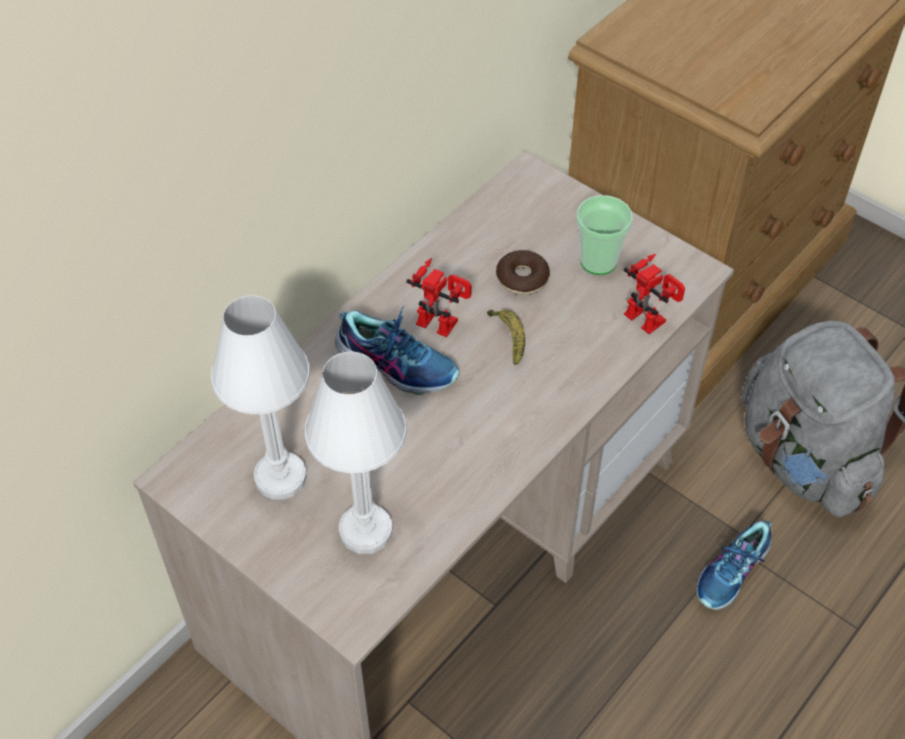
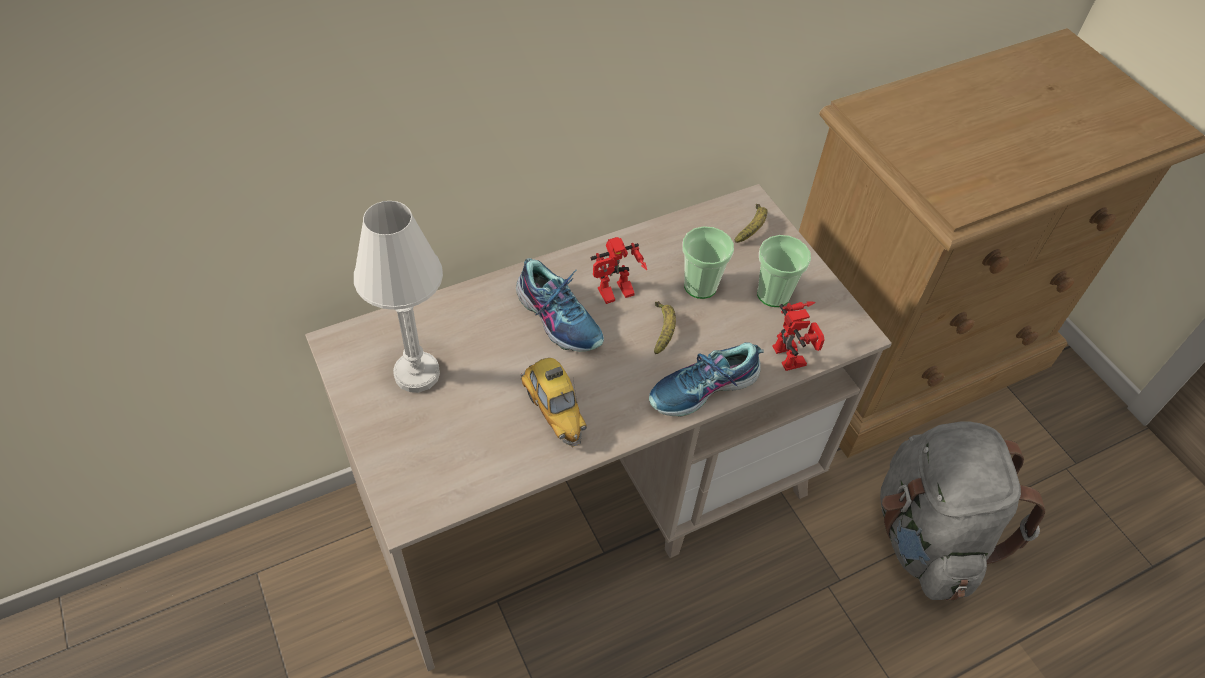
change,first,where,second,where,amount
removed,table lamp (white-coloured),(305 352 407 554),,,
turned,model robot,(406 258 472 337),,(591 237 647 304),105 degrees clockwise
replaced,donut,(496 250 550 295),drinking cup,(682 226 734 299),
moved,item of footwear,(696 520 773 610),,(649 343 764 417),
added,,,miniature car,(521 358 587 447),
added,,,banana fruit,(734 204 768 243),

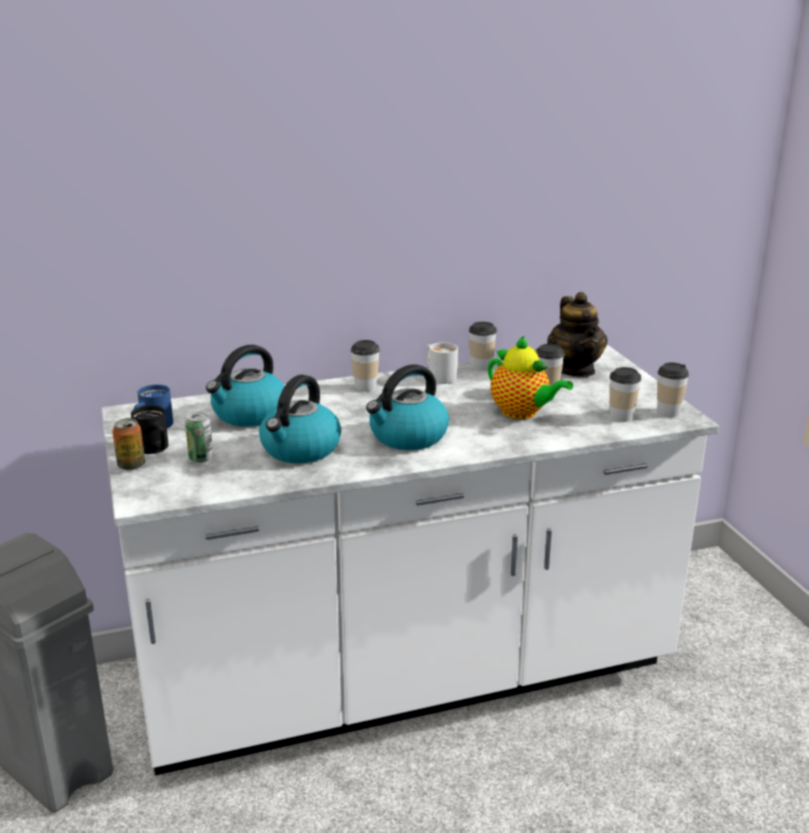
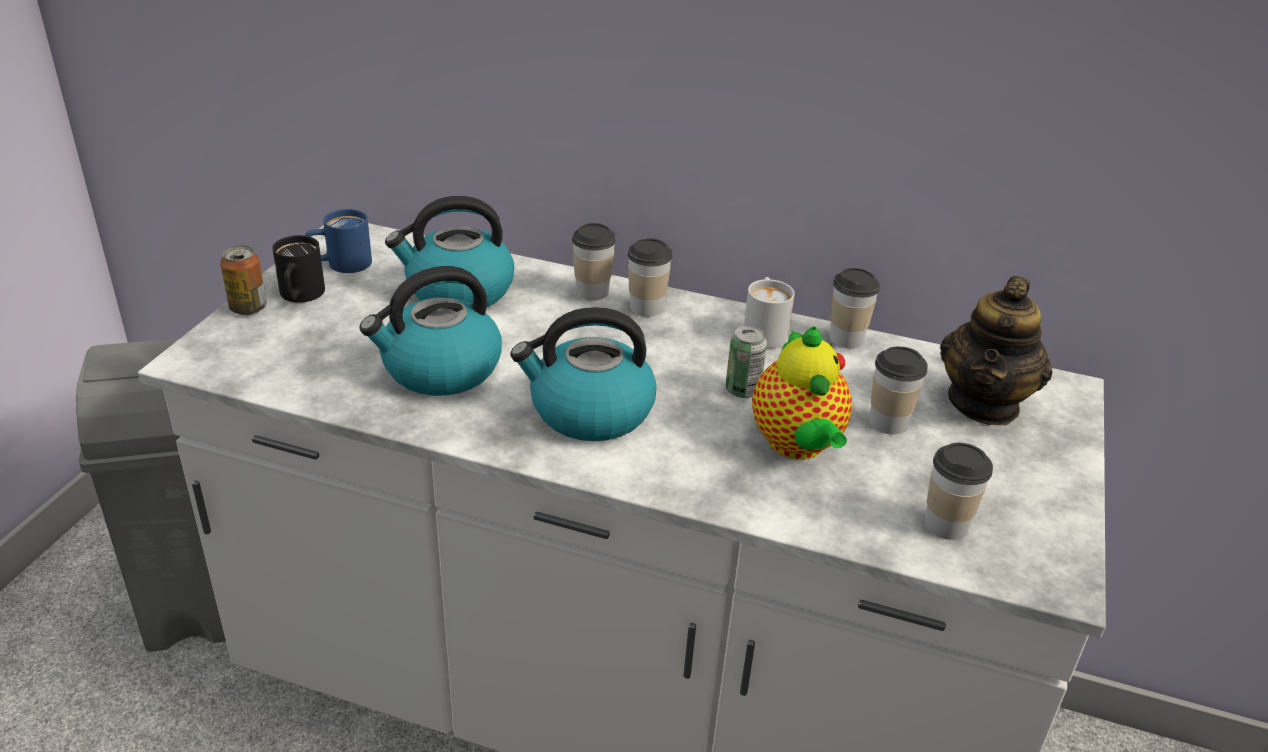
change,first,where,second,where,amount
moved,sealed can,(185 412 213 463),,(726 326 767 398),
moved,drinking cup,(657 363 689 417),,(572 223 616 301),

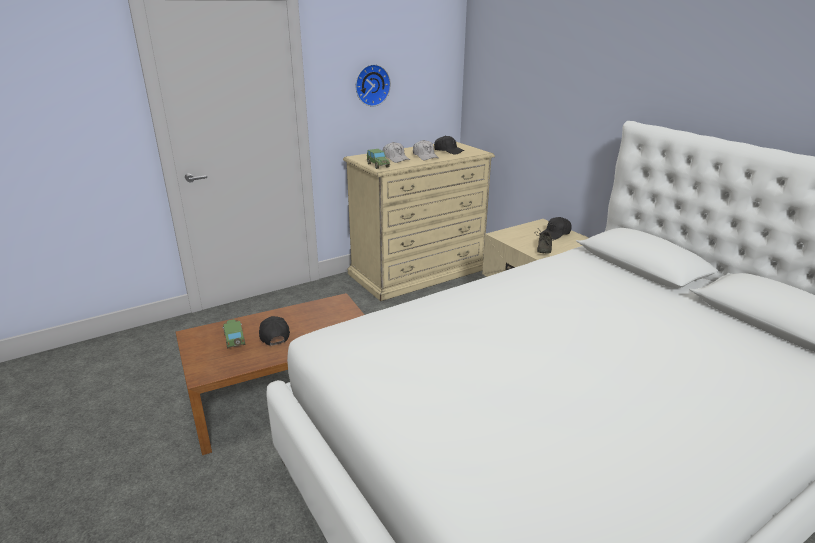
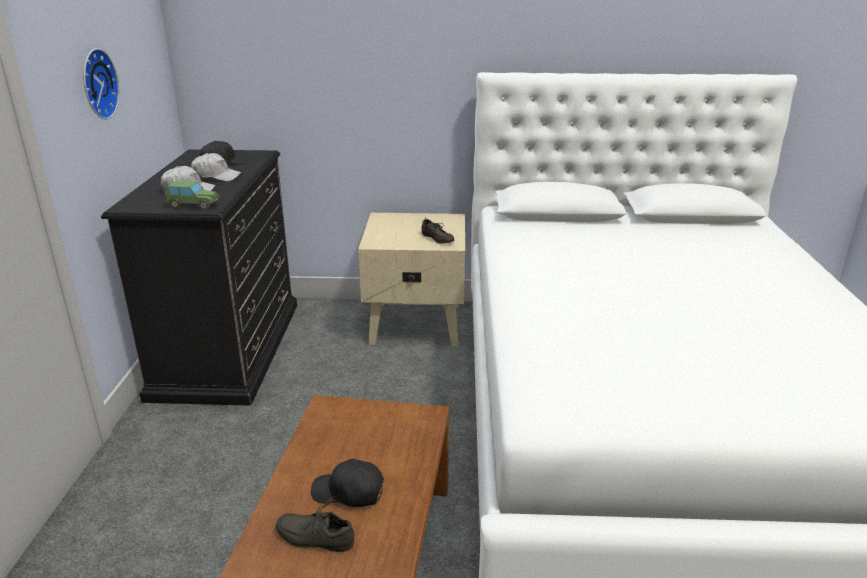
change,first,where,second,where,amount
replaced,miniature car,(222 319 245 349),item of footwear (gray),(275 496 355 552),
recoloured,chest of drawers (beige-coloured),(343 142 495 301),chest of drawers (black-coloured),(101 150 297 406),
removed,peaked cap (black-coloured),(539 217 571 240),,,

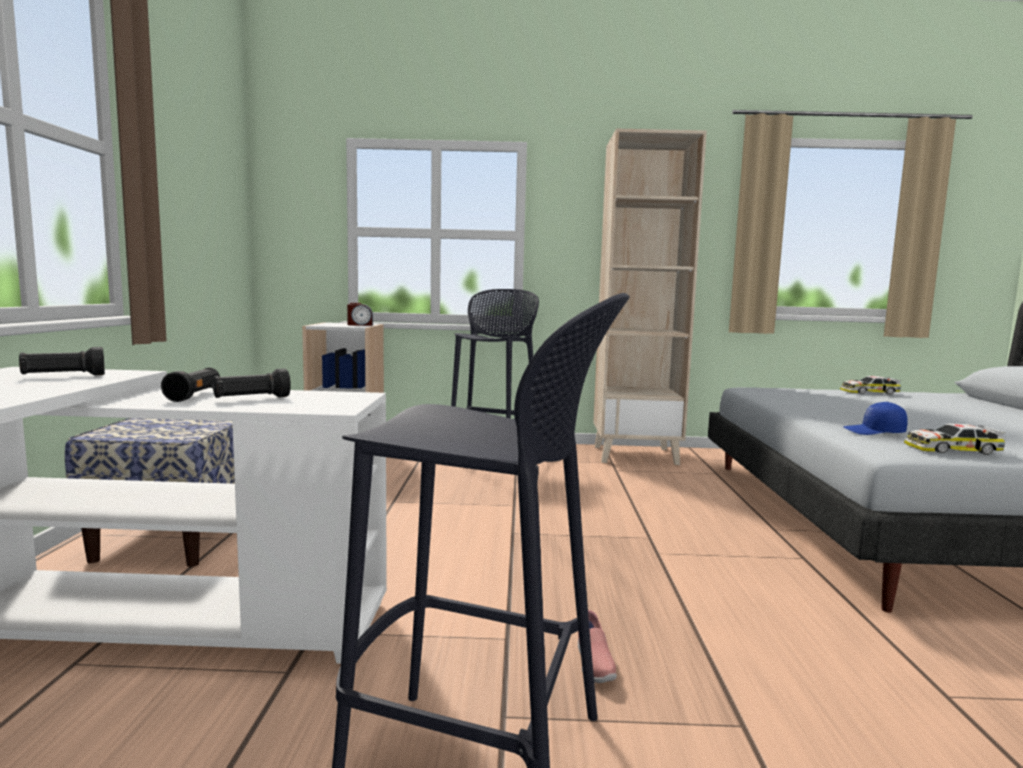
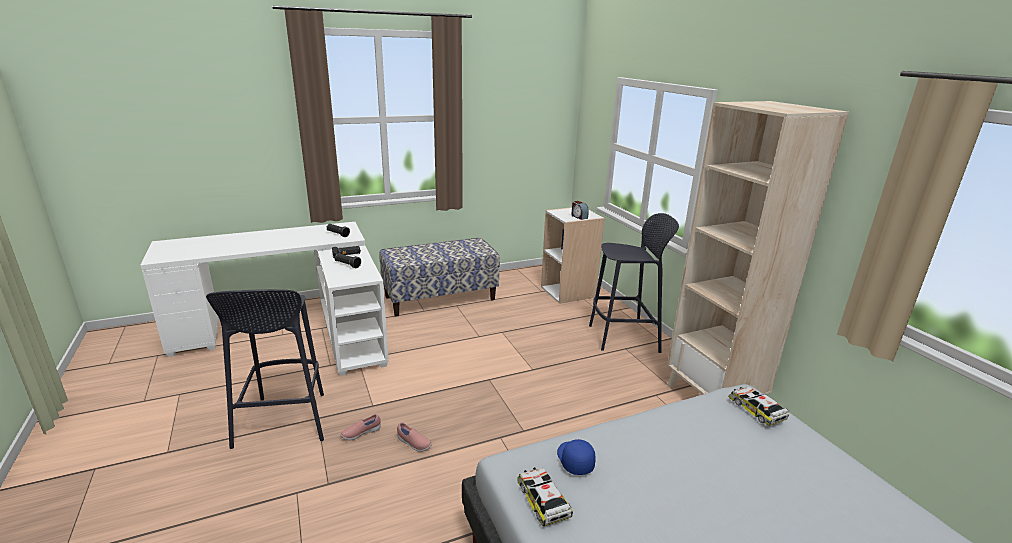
change,first,where,second,where,amount
moved,miniature car,(840 376 901 395),,(729 387 789 426),
added,,,item of footwear (pinkish),(397 422 432 452),

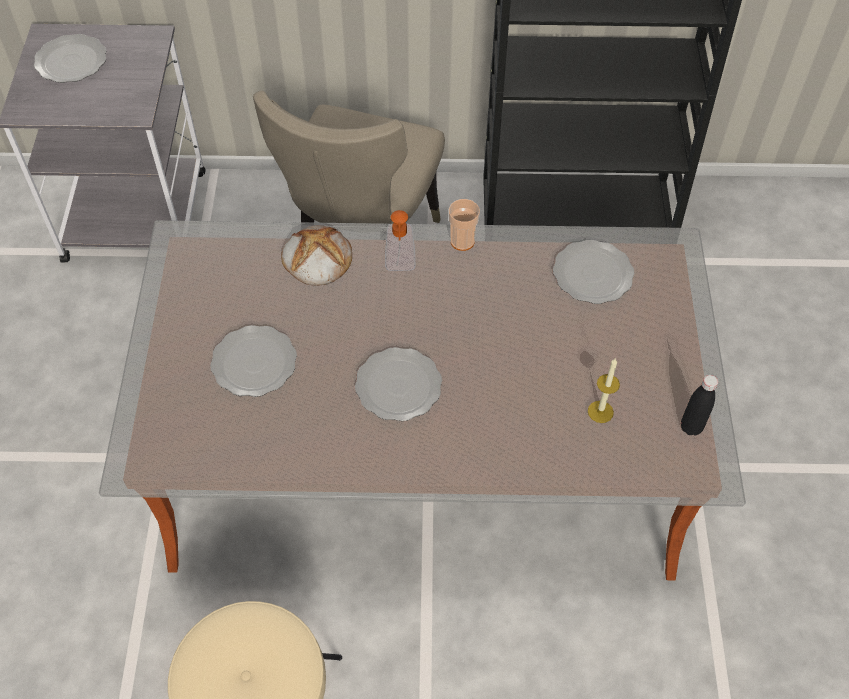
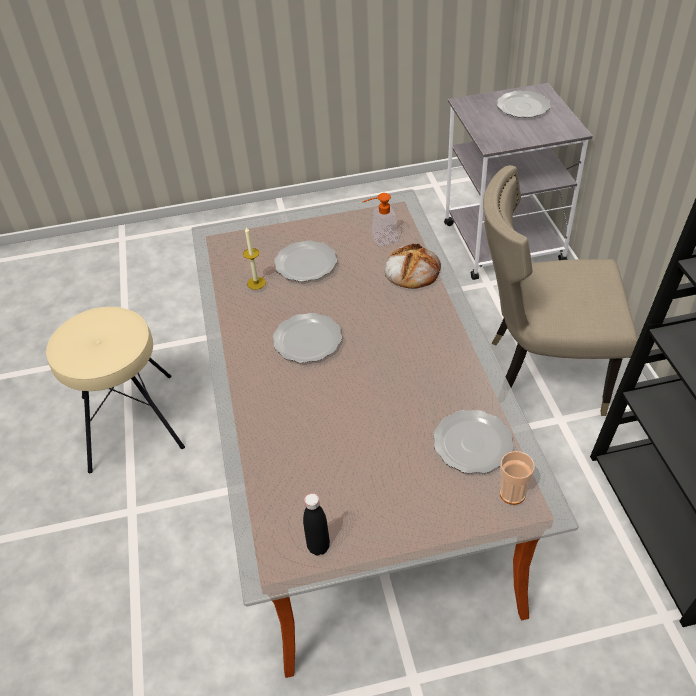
change,first,where,second,where,amount
moved,soap bottle,(385 210 415 271),,(362 193 398 246),
moved,drinking cup,(449 199 480 251),,(500 451 535 505),
moved,wax light,(588 358 620 423),,(243 227 266 290),

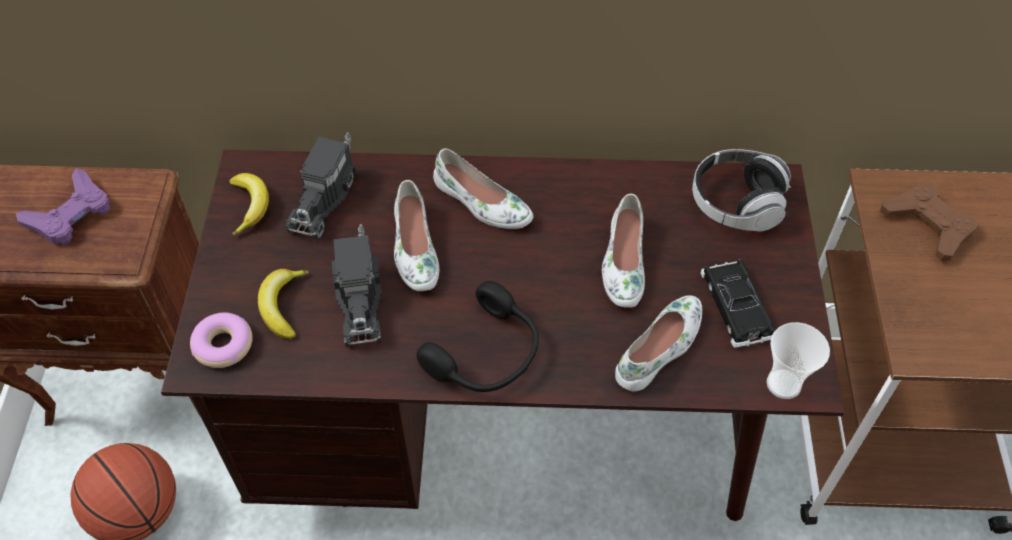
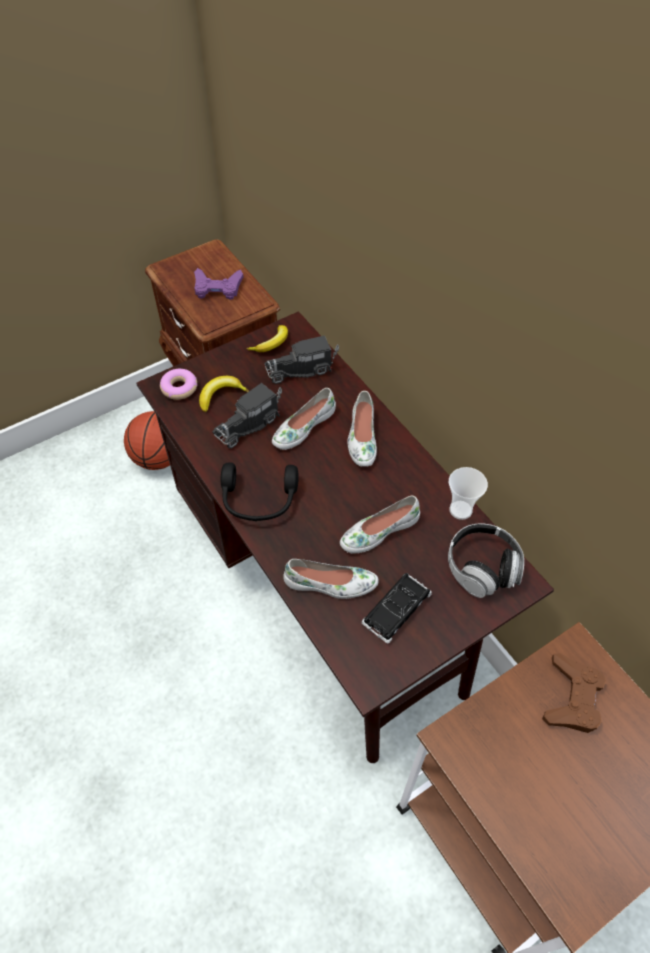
change,first,where,second,where,amount
moved,drinking cup,(767 322 830 399),,(449 467 488 520),

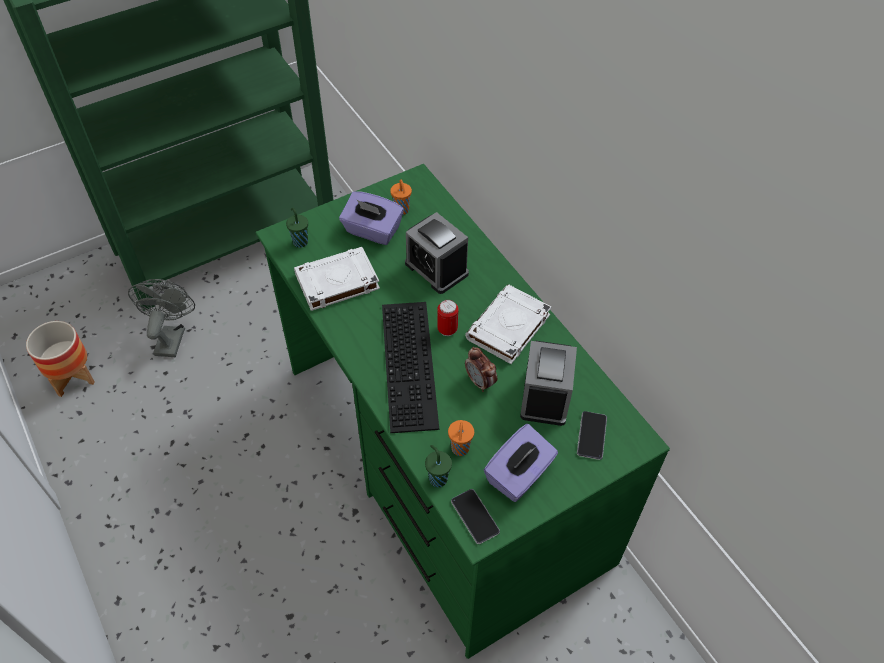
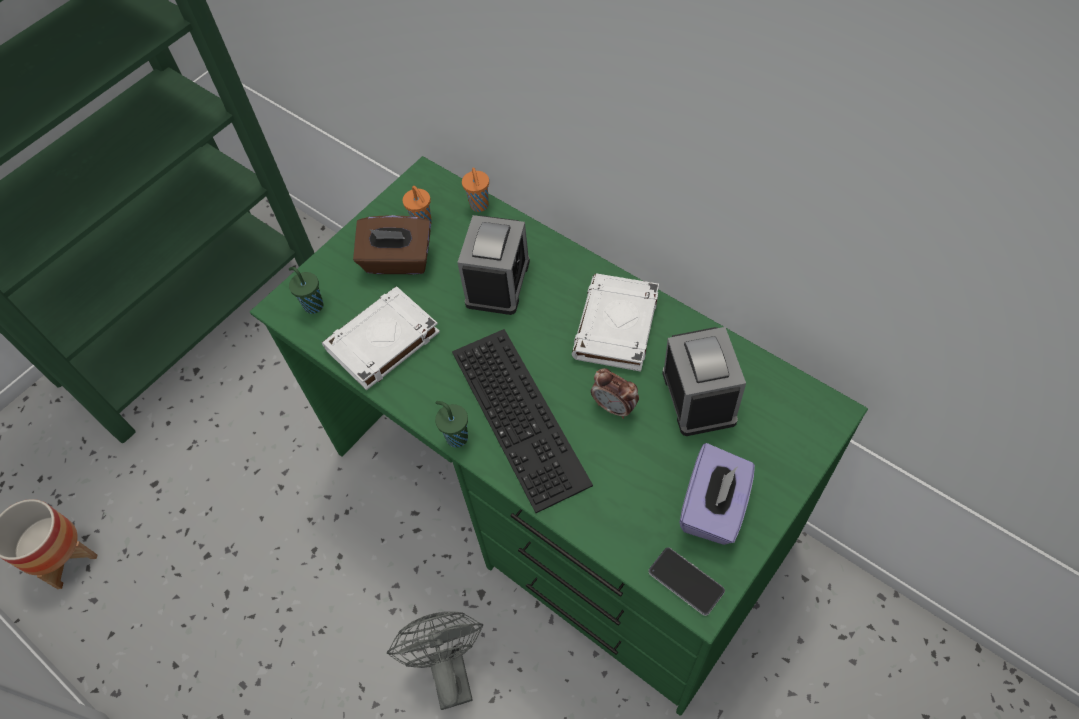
change,first,where,second,where,amount
moved,fan (gray),(128 279 195 357),,(387 611 483 710),
recoloured,tissue holder (purple),(339 191 404 245),tissue holder (brown),(353 215 431 274),
turned,table clock,(405 212 469 294),,(457 215 530 315),105 degrees counterclockwise
moved,drinking cup (greenish),(425 445 452 487),,(435 401 468 447),
removed,sealed can,(437 300 458 336),,,
moved,drinking cup (orangey),(448 420 474 456),,(462 168 489 212),
removed,telephone,(577 411 607 460),,,

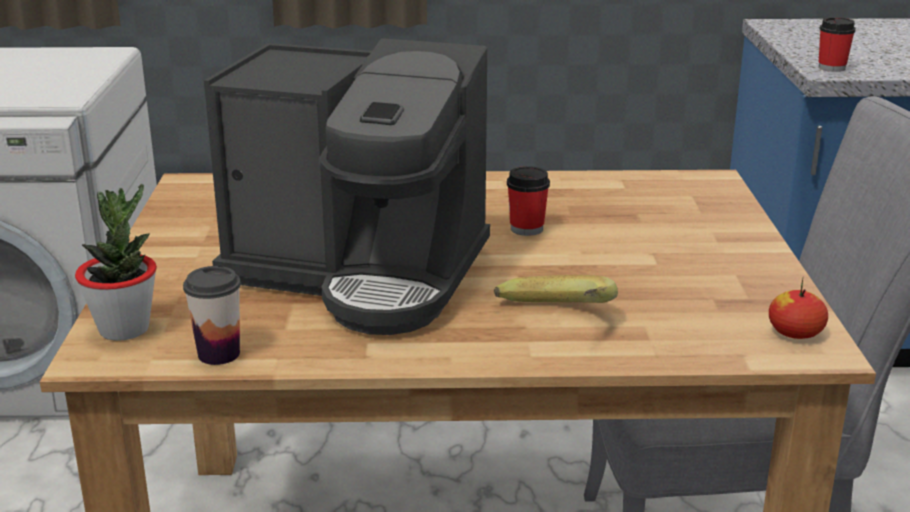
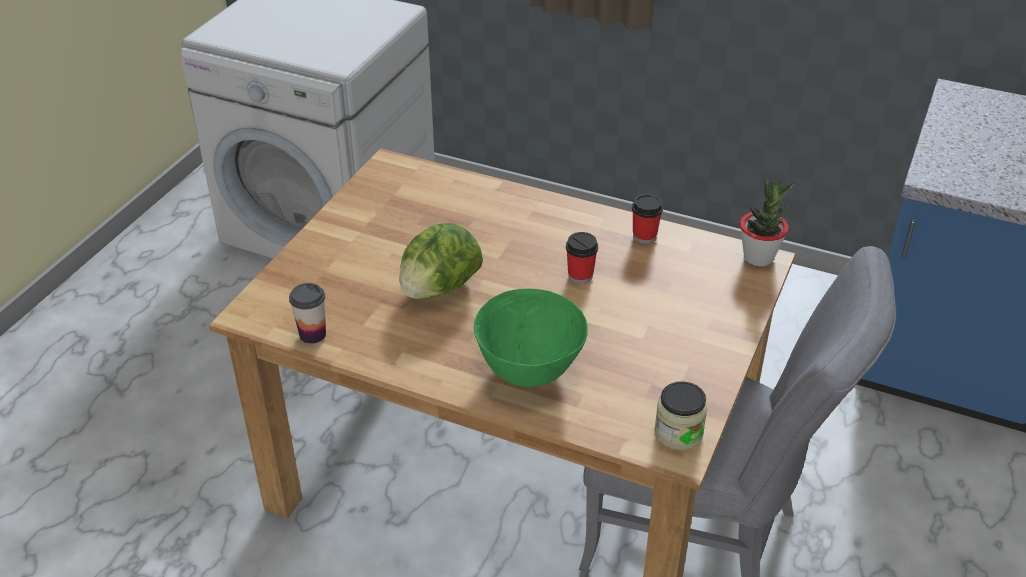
change,first,where,second,where,amount
moved,potted plant,(75 184 157 341),,(740 179 795 266),
replaced,coffee brewer,(204 38 490 335),lettuce,(399 223 483 299),
replaced,banana fruit,(494 275 618 303),deep dish (greenish),(474 288 588 387),
replaced,whole apple,(769 279 828 339),preserve jar,(654 381 708 450),
moved,drinking cup,(818 17 856 72),,(632 194 663 244),

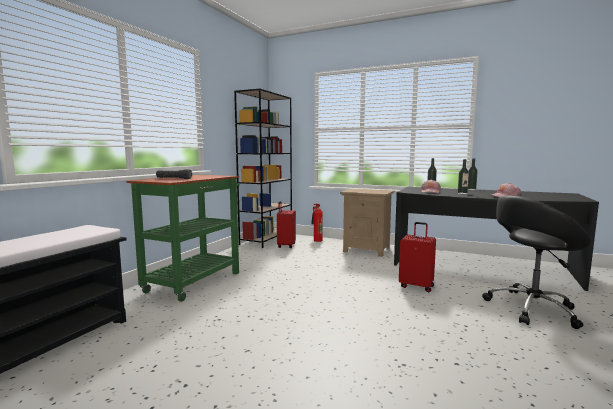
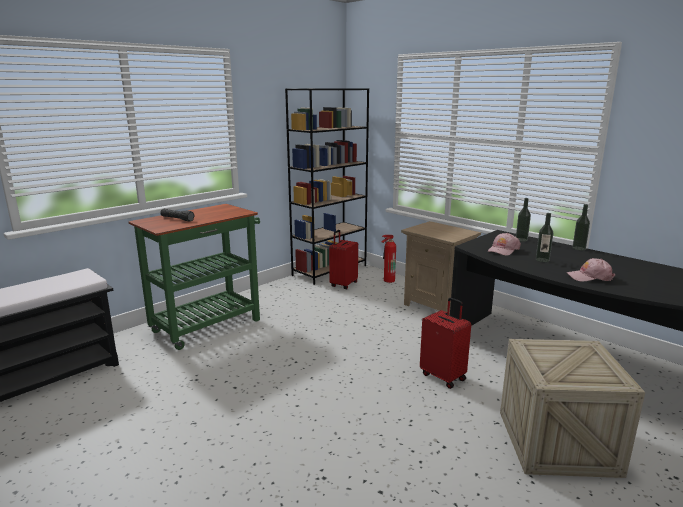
change,first,where,second,where,amount
replaced,desk chair (black-coloured),(482 195 591 329),packing crate,(500 339 645 478),

